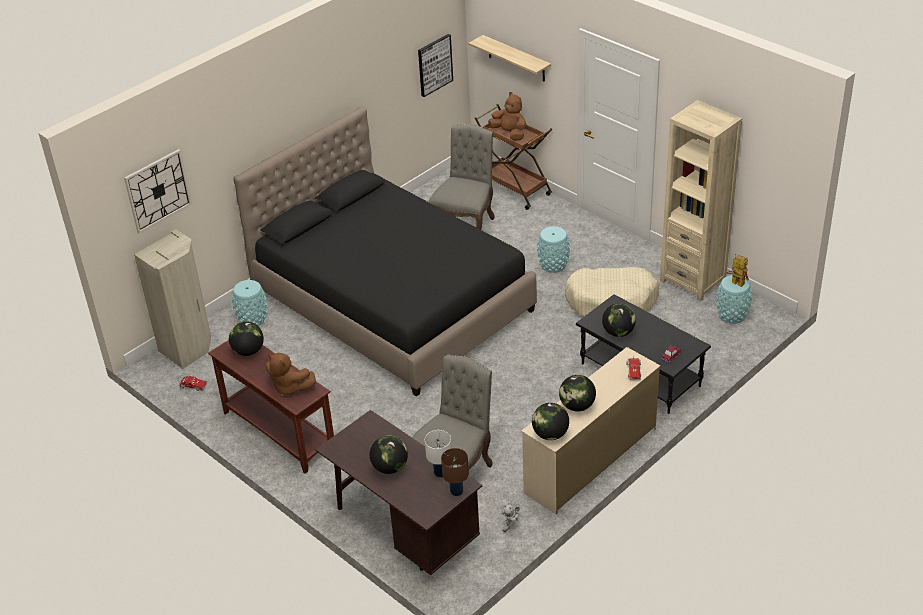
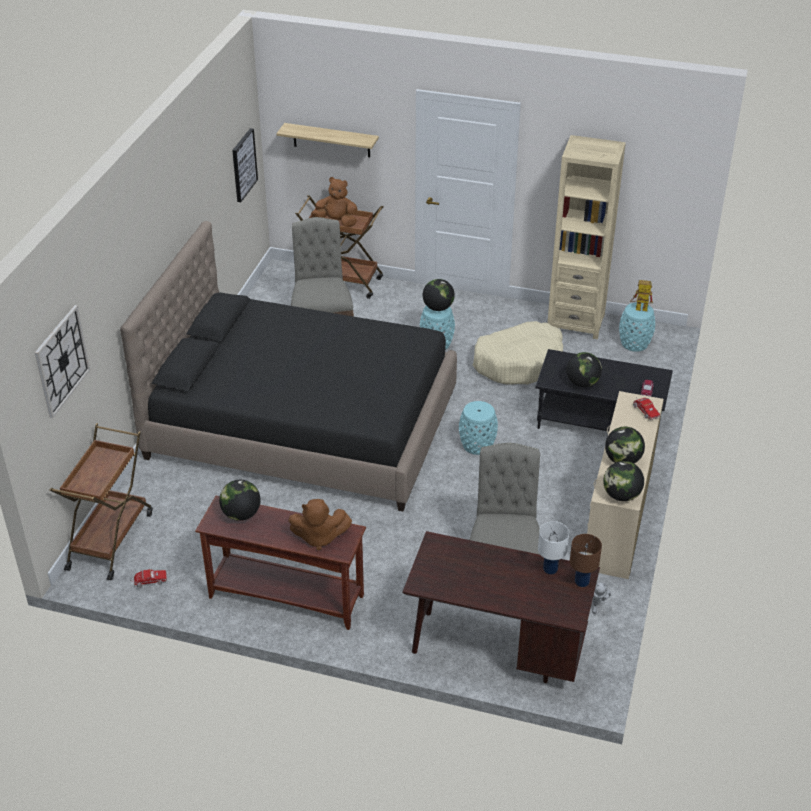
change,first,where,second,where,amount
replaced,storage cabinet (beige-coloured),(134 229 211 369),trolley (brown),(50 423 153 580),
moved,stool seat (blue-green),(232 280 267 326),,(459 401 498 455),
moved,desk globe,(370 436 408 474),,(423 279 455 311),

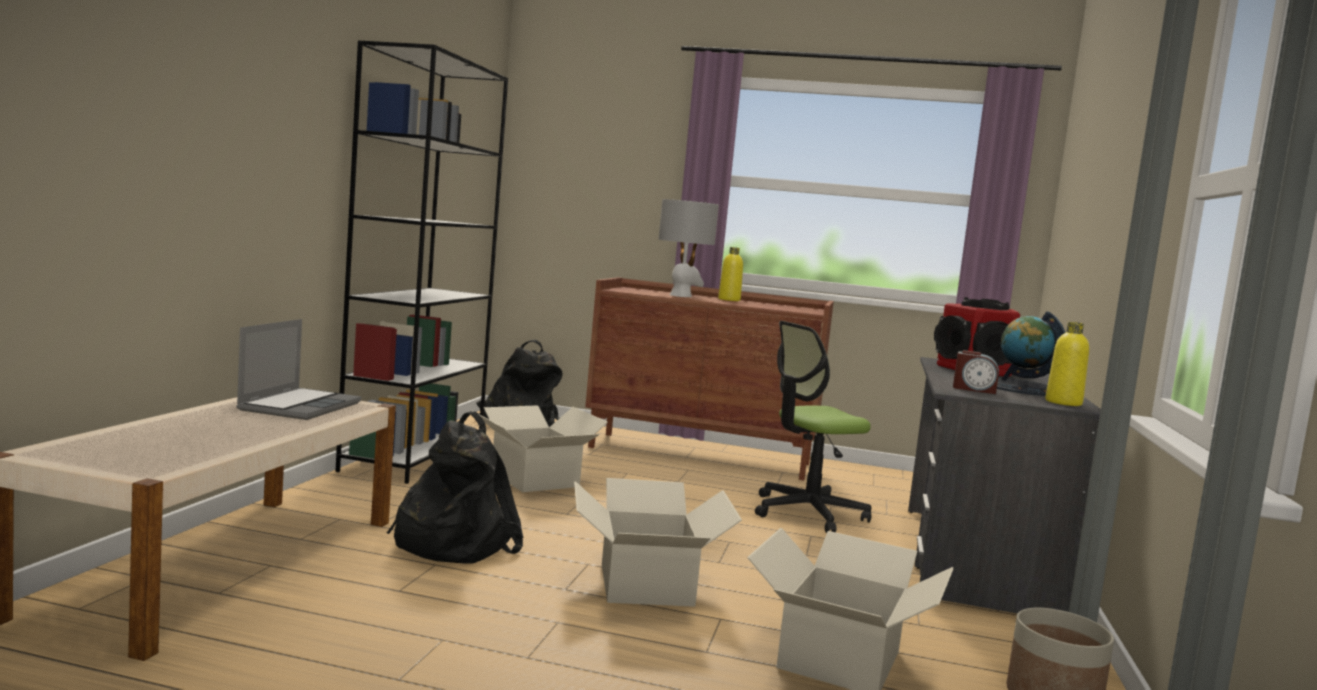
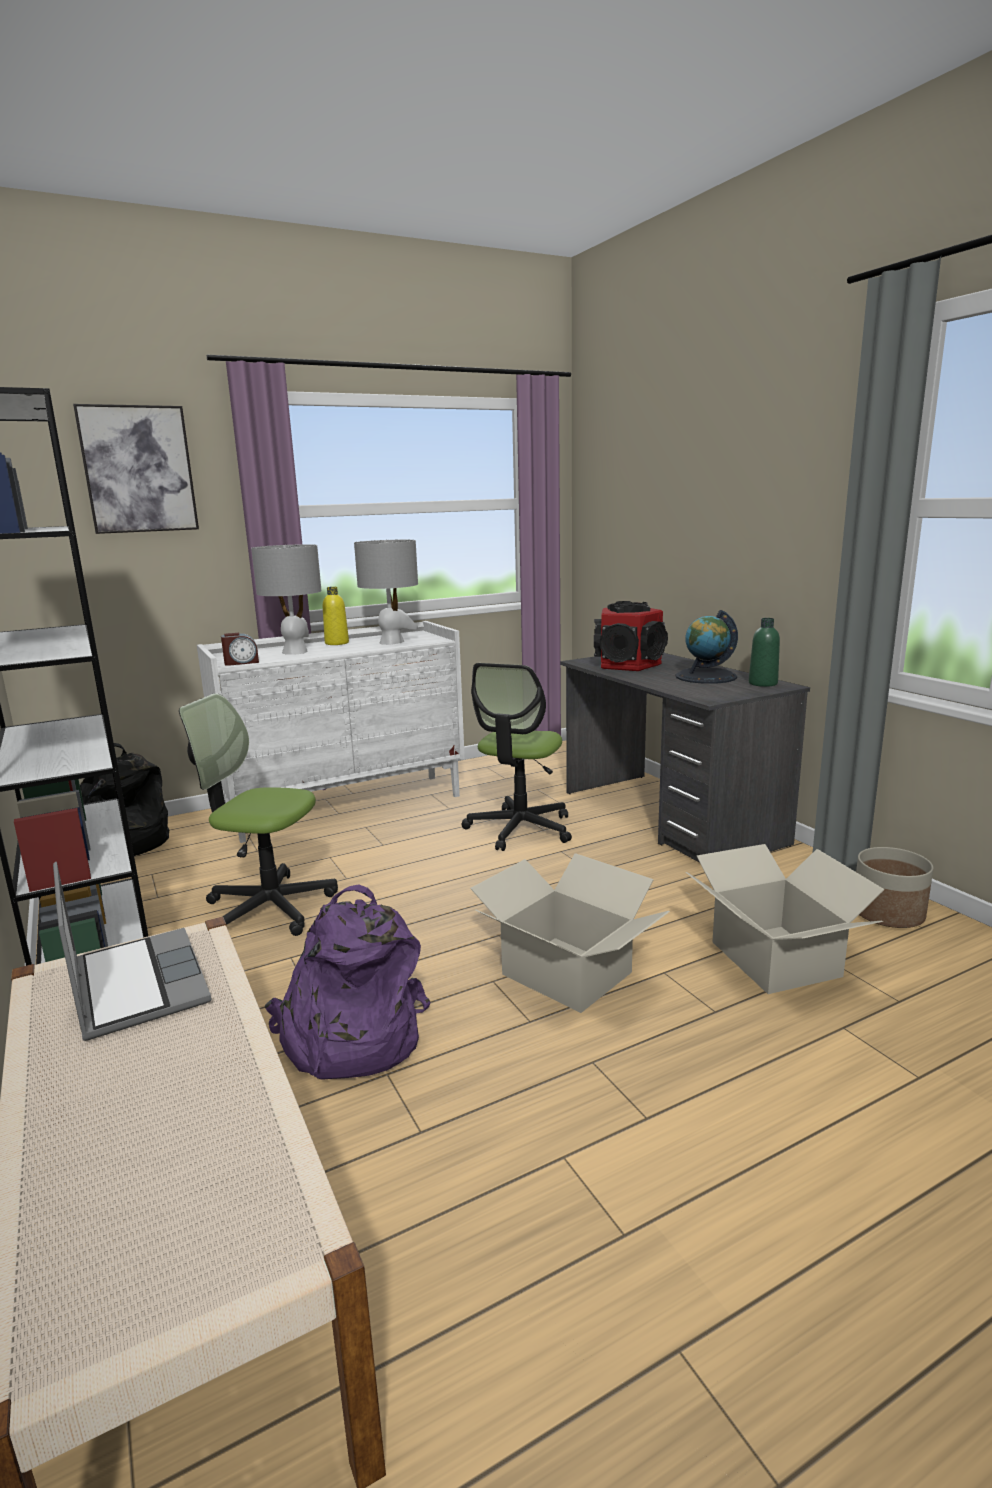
change,first,where,second,where,amount
recoloured,rucksack (black-coloured),(387 411 524 563),rucksack (purple),(265 885 430 1080),
replaced,carton,(479 405 608 492),desk chair,(179 693 338 936),
recoloured,storage cabinet (brown),(585 277 834 480),storage cabinet (white-coloured),(197 621 465 843),
moved,table clock,(953 350 999 394),,(221 633 259 666),
recoloured,drink bottle (yellowish),(1045 322 1089 406),drink bottle (greenish),(749 618 780 687),
added,,,wall art,(73 404 199 534),
added,,,table lamp (gray),(354 540 418 645),

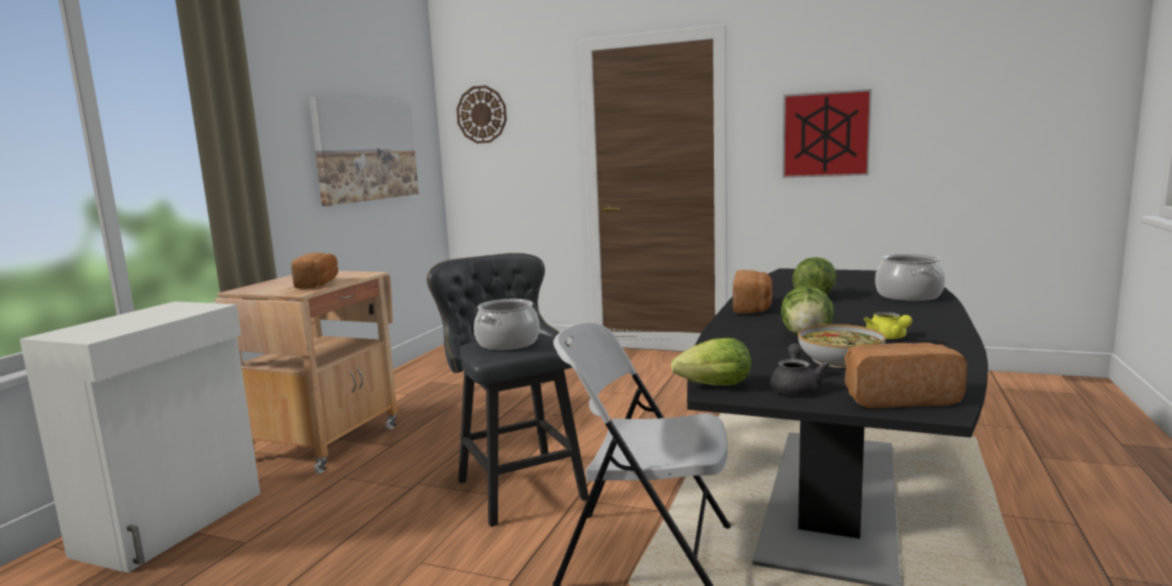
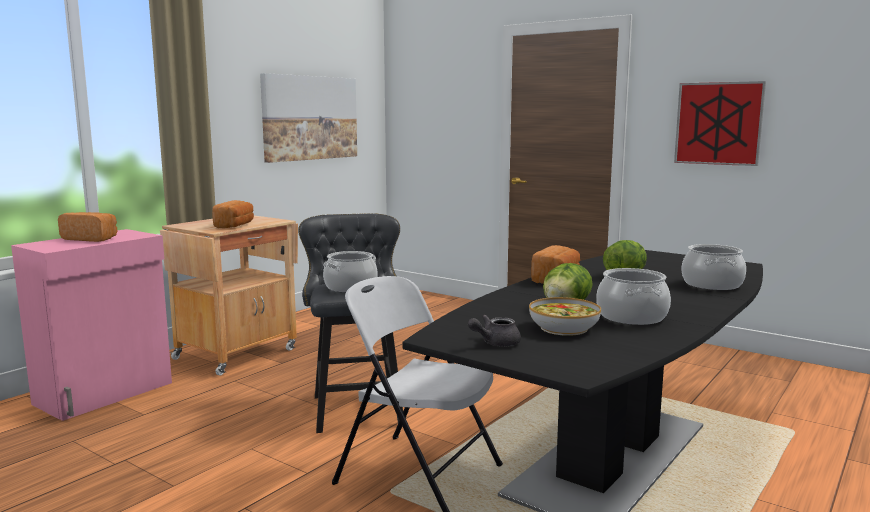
change,first,where,second,where,amount
recoloured,storage cabinet (white-coloured),(19 301 261 573),storage cabinet (pinkish),(11 229 172 421),
removed,clock on the wall,(456 85 507 143),,,
removed,lettuce,(671 338 751 385),,,
turned,teapot (gray),(770 343 829 395),,(468 315 521 347),150 degrees counterclockwise
moved,bread,(844 343 967 408),,(58 212 118 242),
replaced,teapot (yellowish),(864 312 912 339),cooking pot,(596 268 671 325),

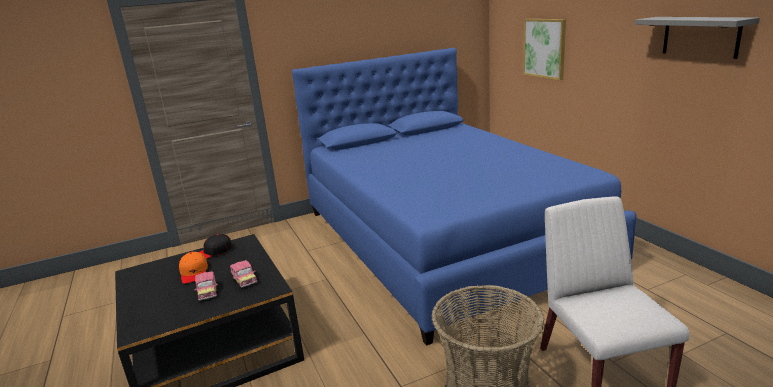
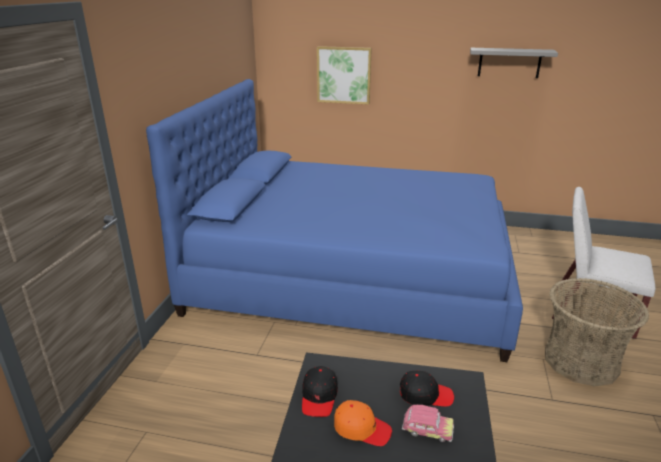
change,first,where,second,where,amount
replaced,miniature car,(230 260 258 287),peaked cap (black-coloured),(400 370 454 407),

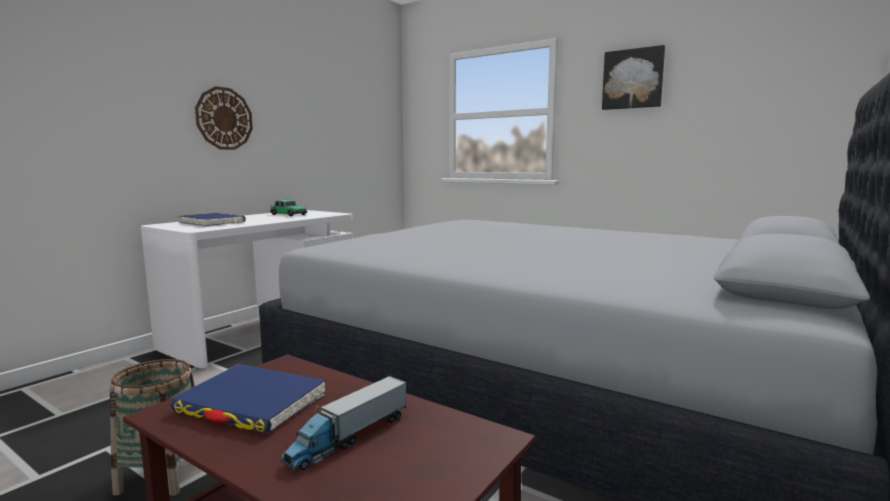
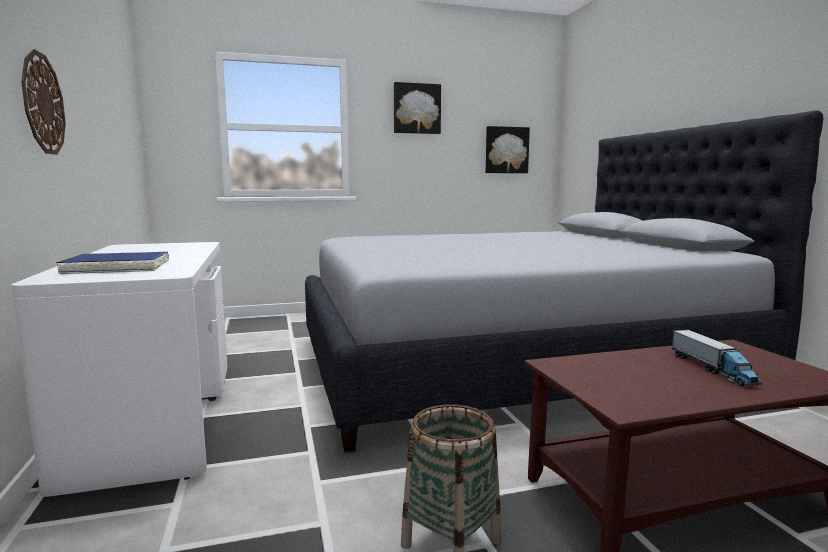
change,first,where,second,where,amount
removed,book (blue-coloured),(170 364 326 433),,,
removed,miniature car,(270 200 307 217),,,
added,,,wall art,(486 126 530 173),

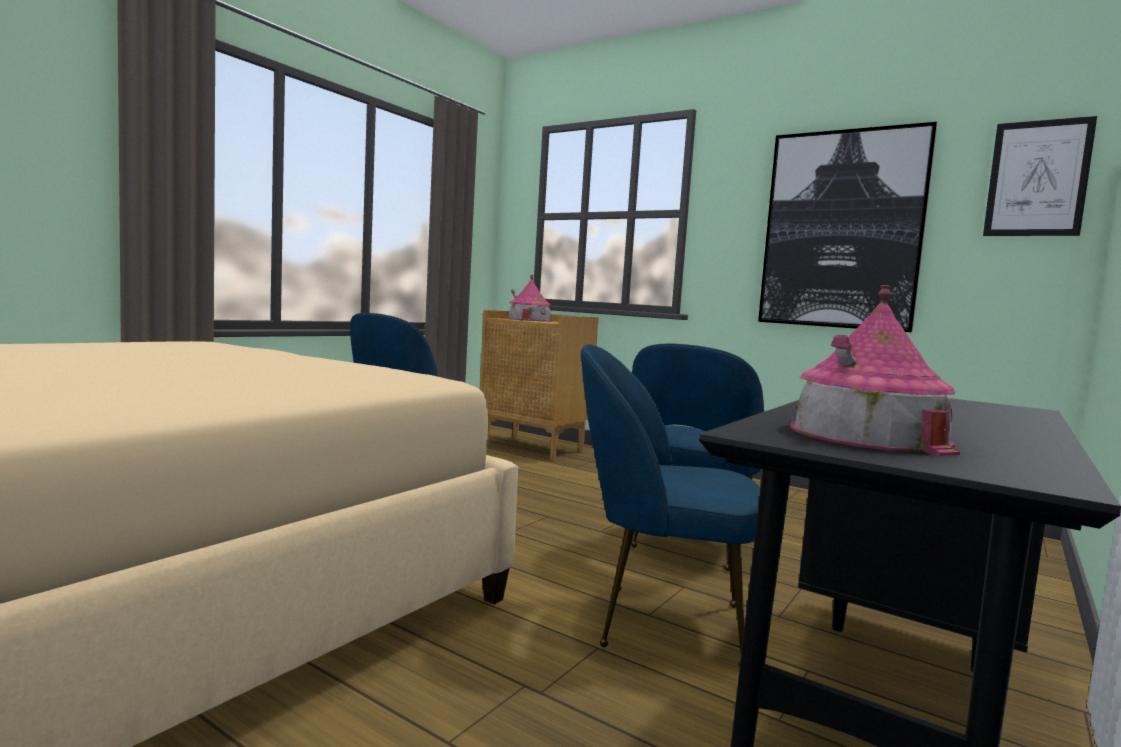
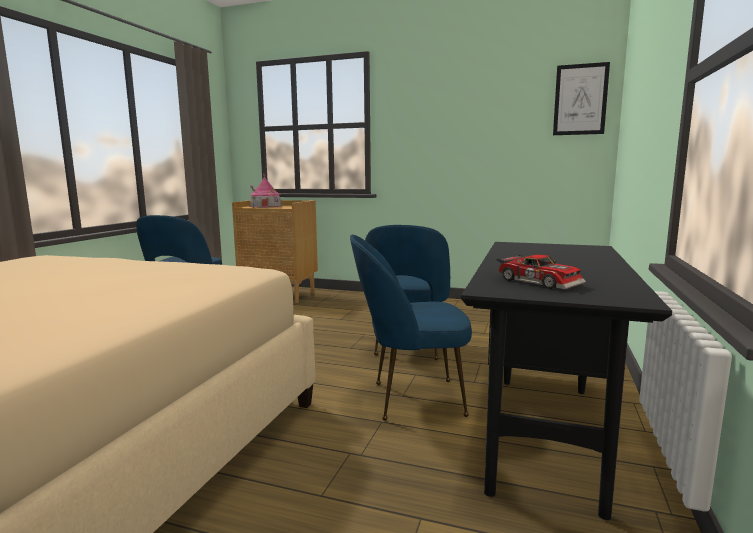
change,first,where,second,where,amount
removed,wall art,(758 122 937 332),,,
replaced,model house,(790 285 960 456),miniature car,(497 254 586 289),

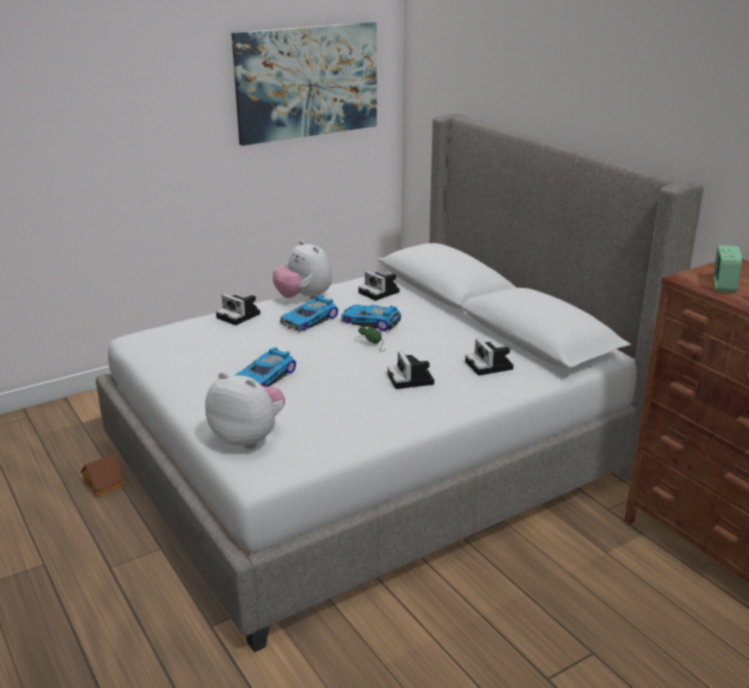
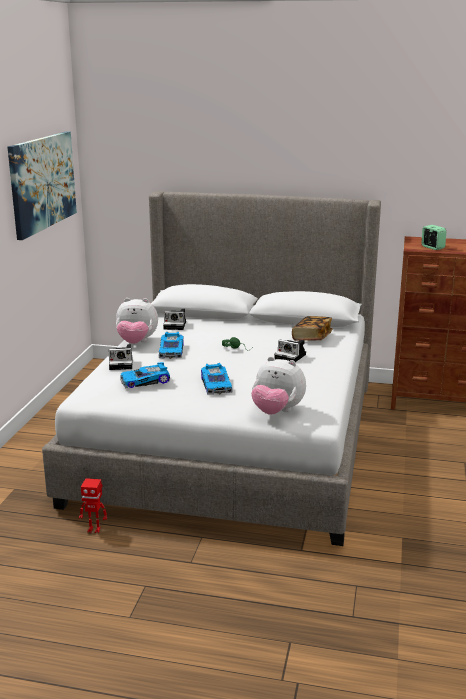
change,first,where,second,where,amount
replaced,model house,(81 453 126 497),model robot,(79 478 107 533),
turned,plush toy,(205 372 285 449),,(251 356 306 415),135 degrees counterclockwise
moved,miniature car,(341 305 401 331),,(120 362 170 388),
replaced,still camera,(465 338 514 376),book,(292 316 332 341),

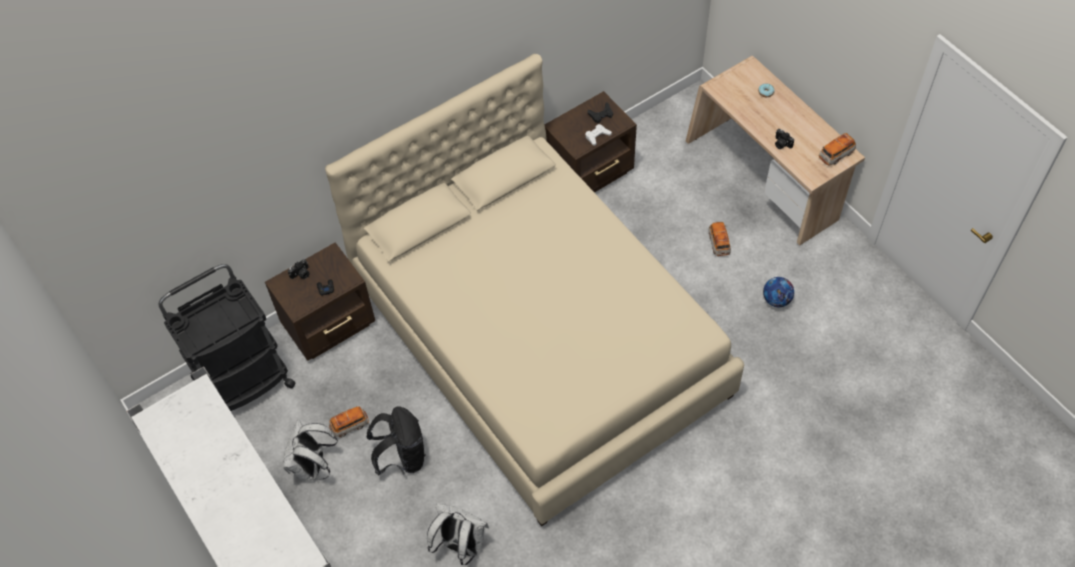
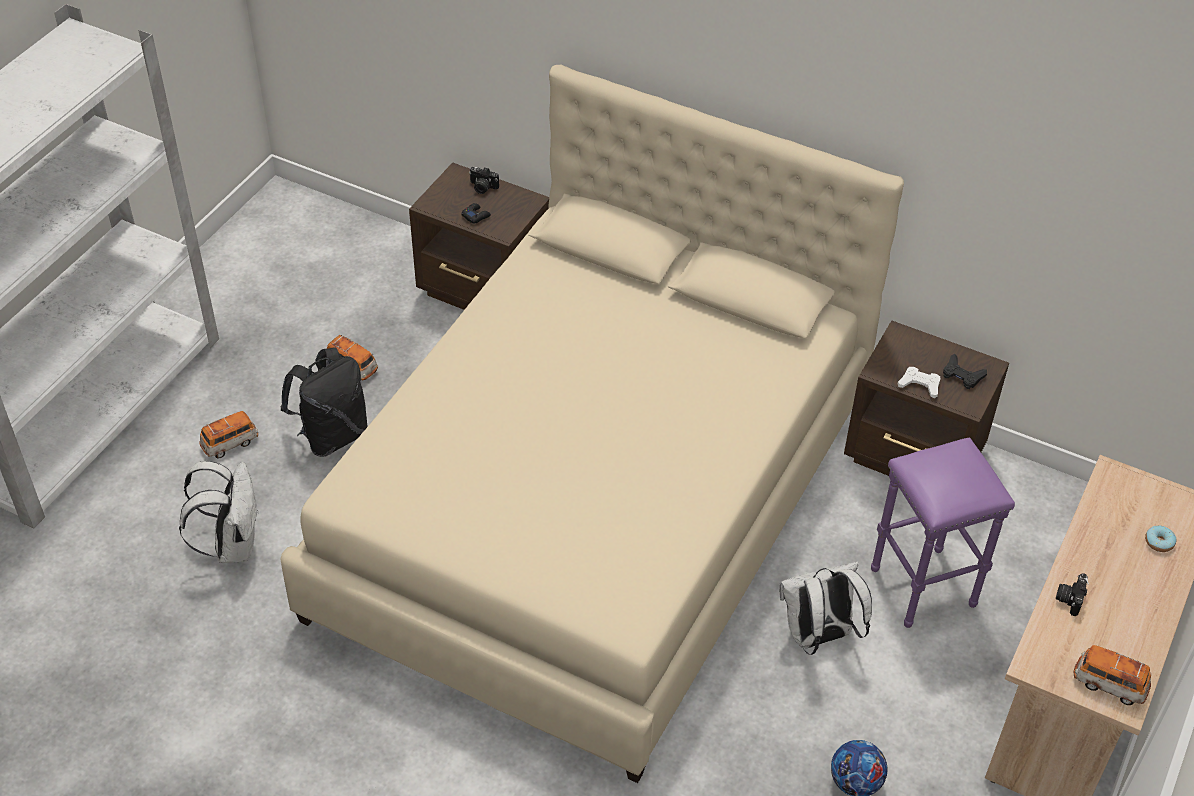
change,first,where,second,where,amount
removed,trolley (black-coloured),(159 264 296 411),,,
moved,rucksack (white-coloured),(283 419 338 481),,(779 561 872 655),
moved,miniature car,(708 222 731 257),,(199 411 258 458),
added,,,stool seat (purple),(871 438 1015 628),

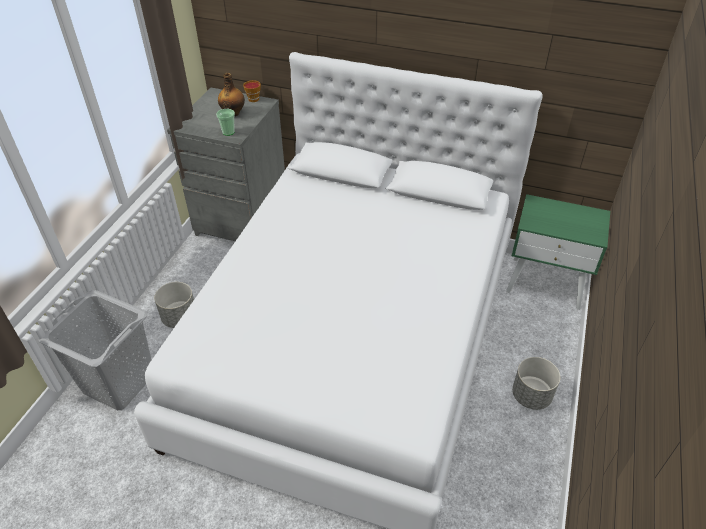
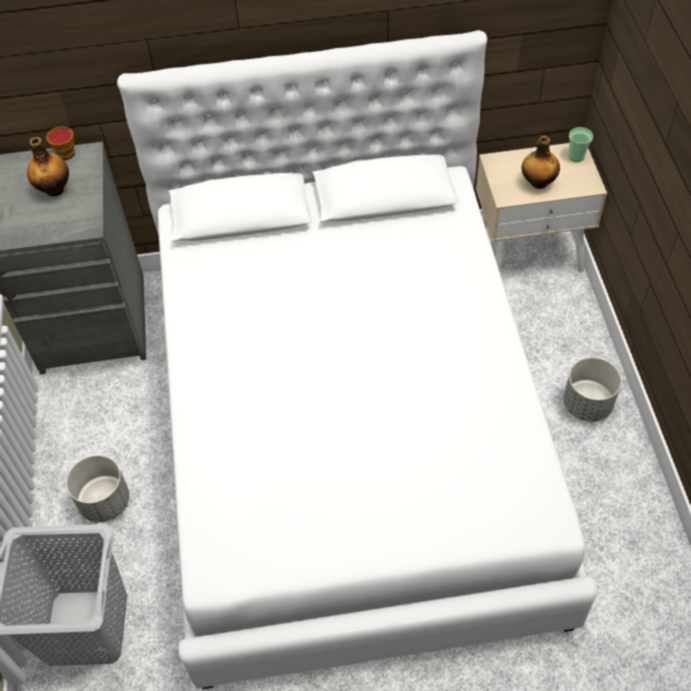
change,first,where,second,where,amount
moved,drinking cup,(216 109 235 136),,(569 127 593 162),
recoloured,bedside table (greenish),(506 194 610 310),bedside table (beige-coloured),(476 143 607 272),
added,,,drink bottle,(522 136 560 189),

